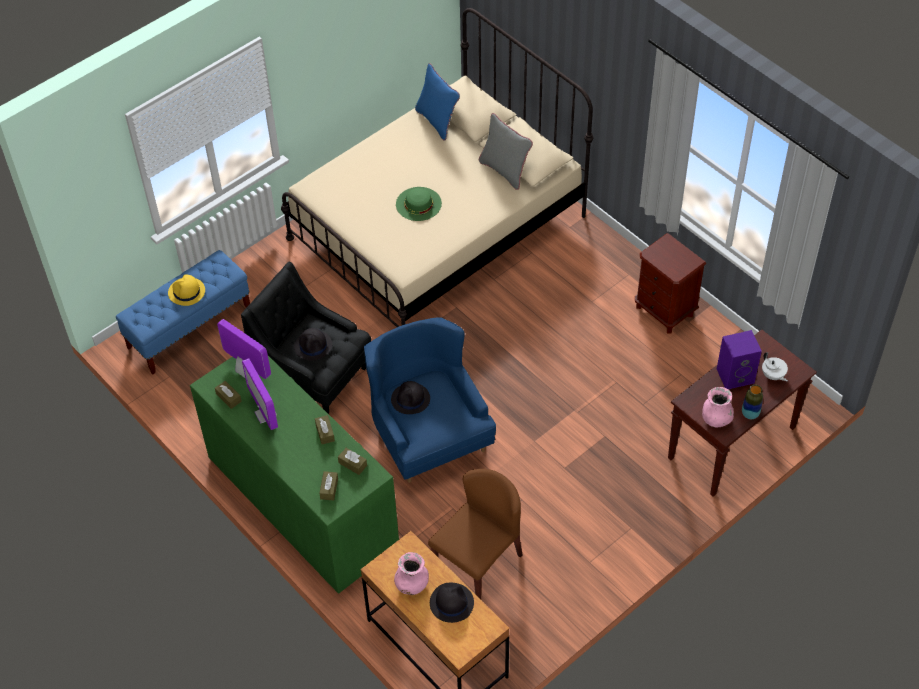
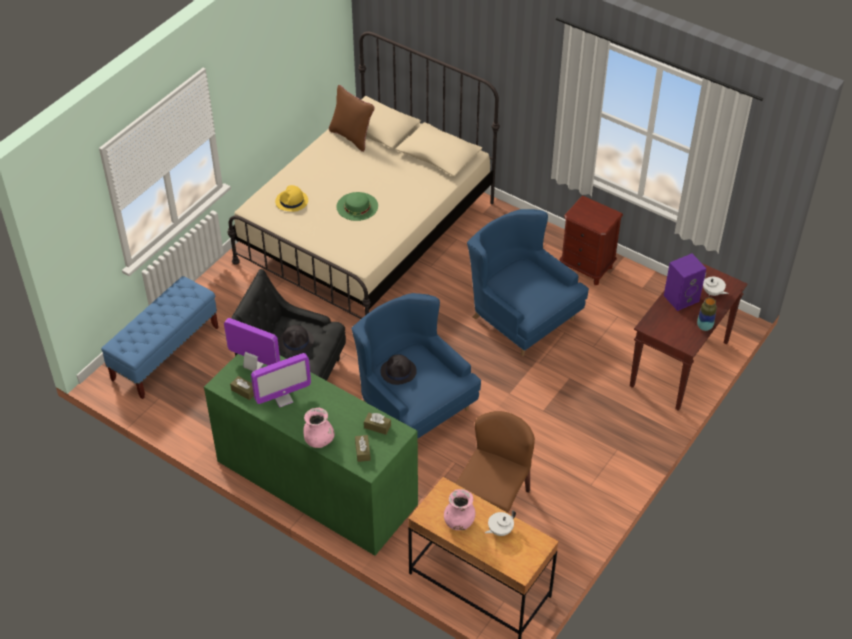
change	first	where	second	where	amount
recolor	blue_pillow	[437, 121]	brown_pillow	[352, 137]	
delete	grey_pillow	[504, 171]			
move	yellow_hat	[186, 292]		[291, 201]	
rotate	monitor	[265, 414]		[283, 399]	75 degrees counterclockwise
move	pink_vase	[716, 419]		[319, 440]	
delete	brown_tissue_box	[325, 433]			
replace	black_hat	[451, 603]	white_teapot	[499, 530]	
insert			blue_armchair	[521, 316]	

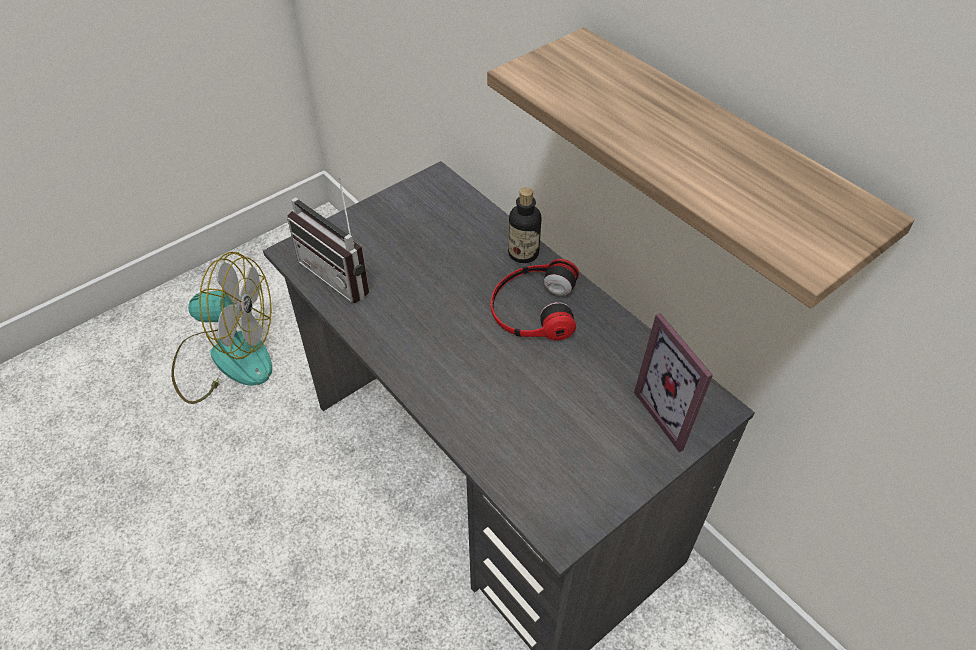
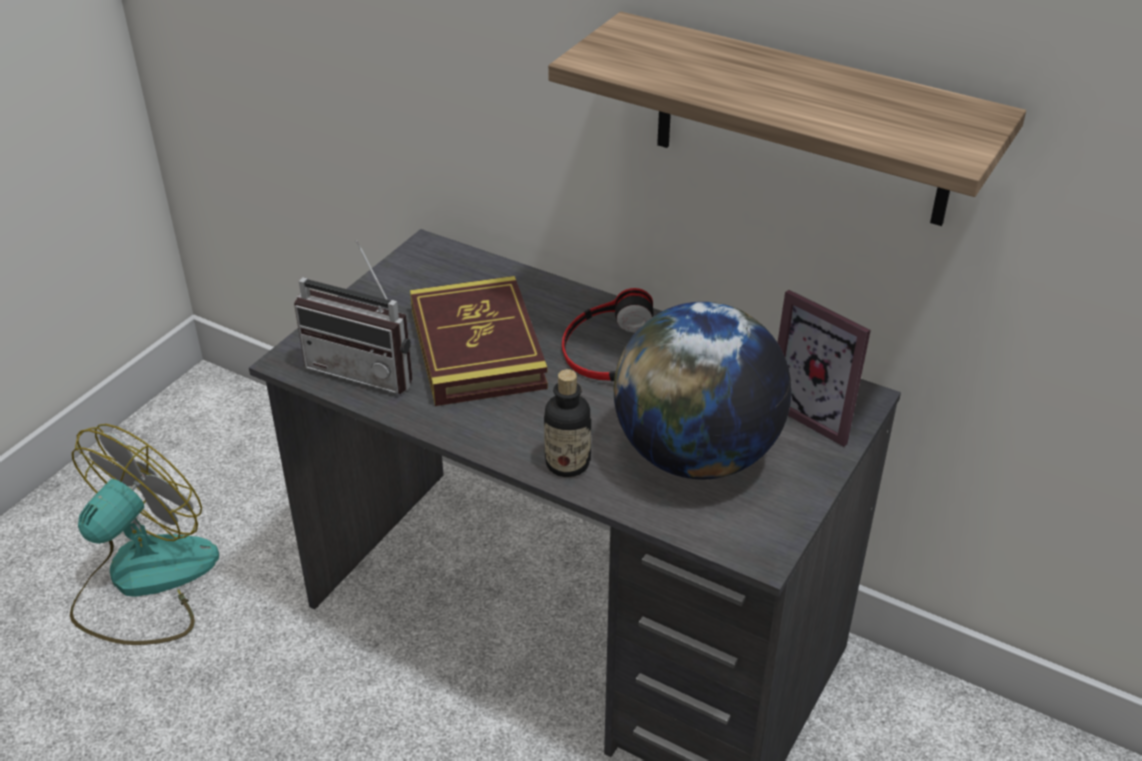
change	first	where	second	where	amount
move	bottle	[523, 253]		[567, 464]	
rotate	fan	[226, 357]		[144, 582]	45 degrees counterclockwise
insert			book	[477, 348]	
insert			globe	[696, 456]	

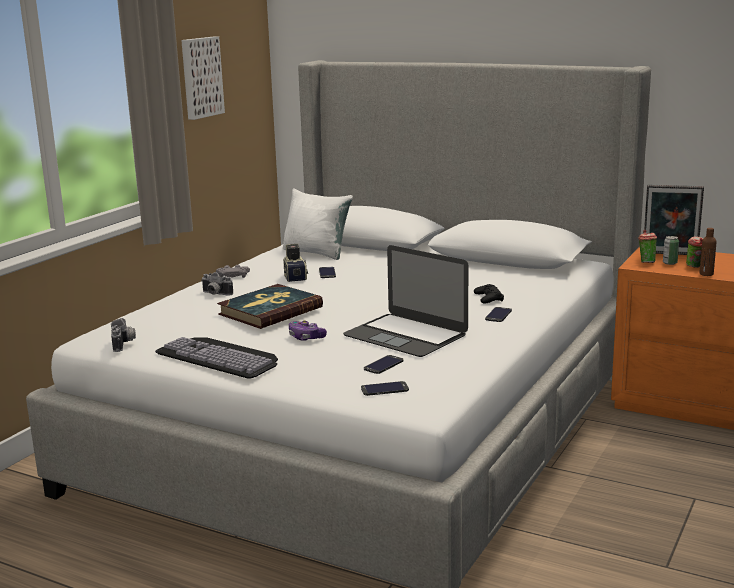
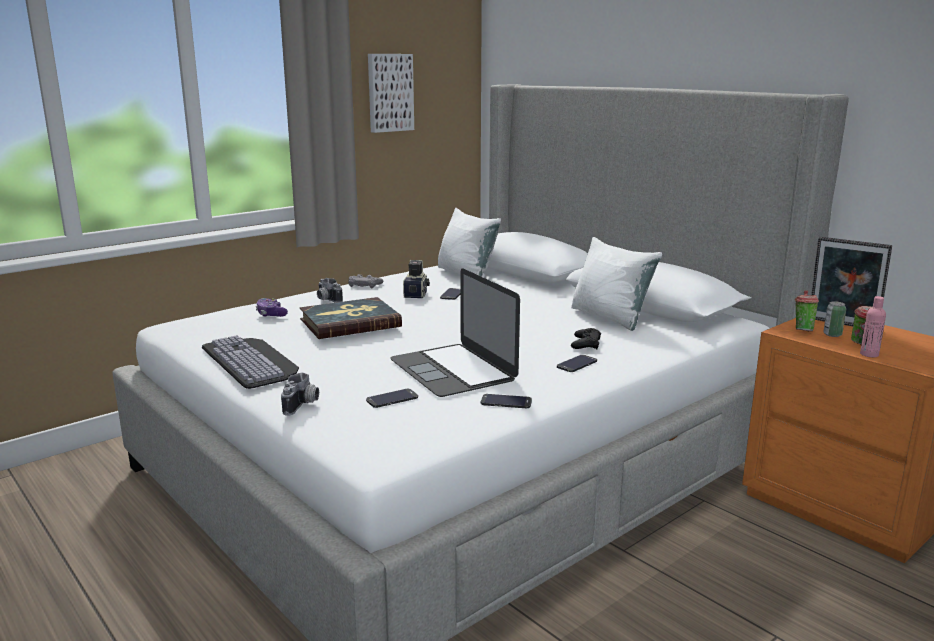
change	first	where	second	where	amount
recolor	brown_bottle	[706, 274]	pink_bottle	[869, 354]	
move	photo_camera	[124, 344]		[303, 405]	
move	game_controller	[306, 337]		[271, 314]	
move	phone	[384, 389]		[506, 402]	
insert			white_pillow	[610, 317]	

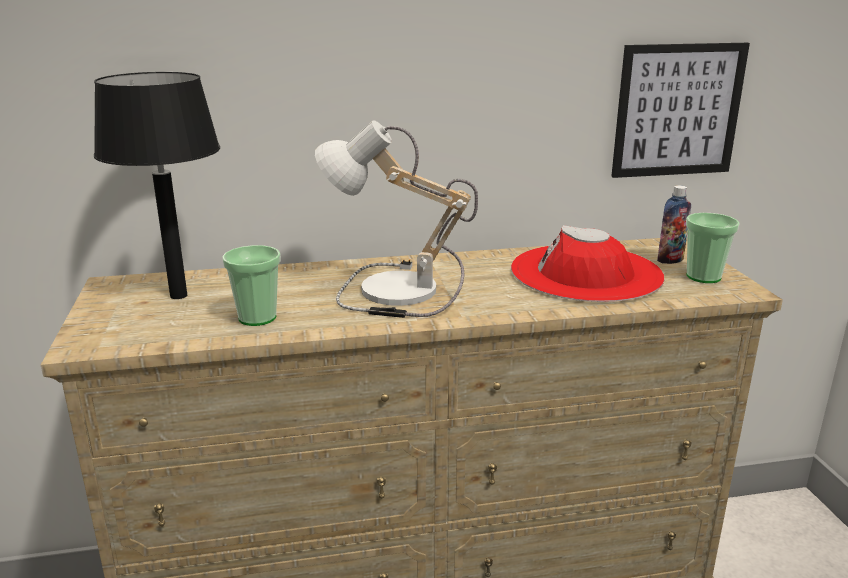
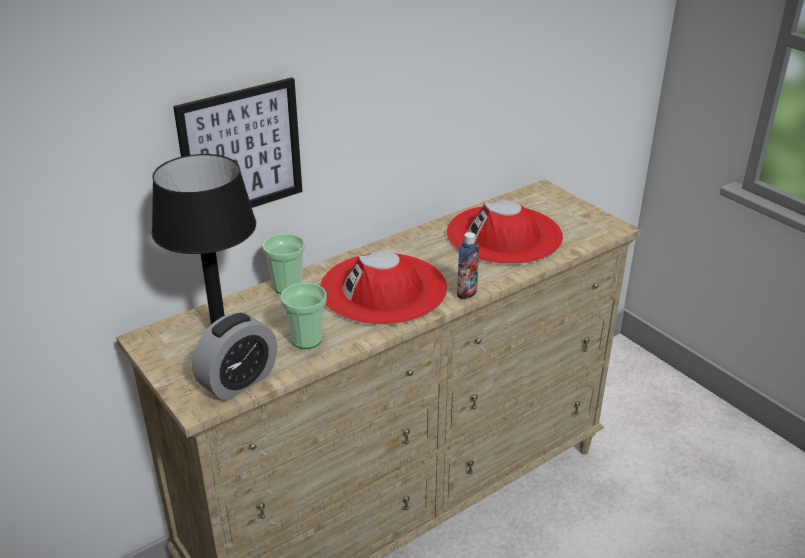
change	first	where	second	where	amount
move	picture	[677, 110]		[241, 151]	
replace	table_lamp	[391, 292]	red_hat	[383, 289]	
move	bottle	[670, 260]		[467, 293]	
move	cup	[703, 277]		[287, 287]	
insert			alarm_clock	[238, 381]	

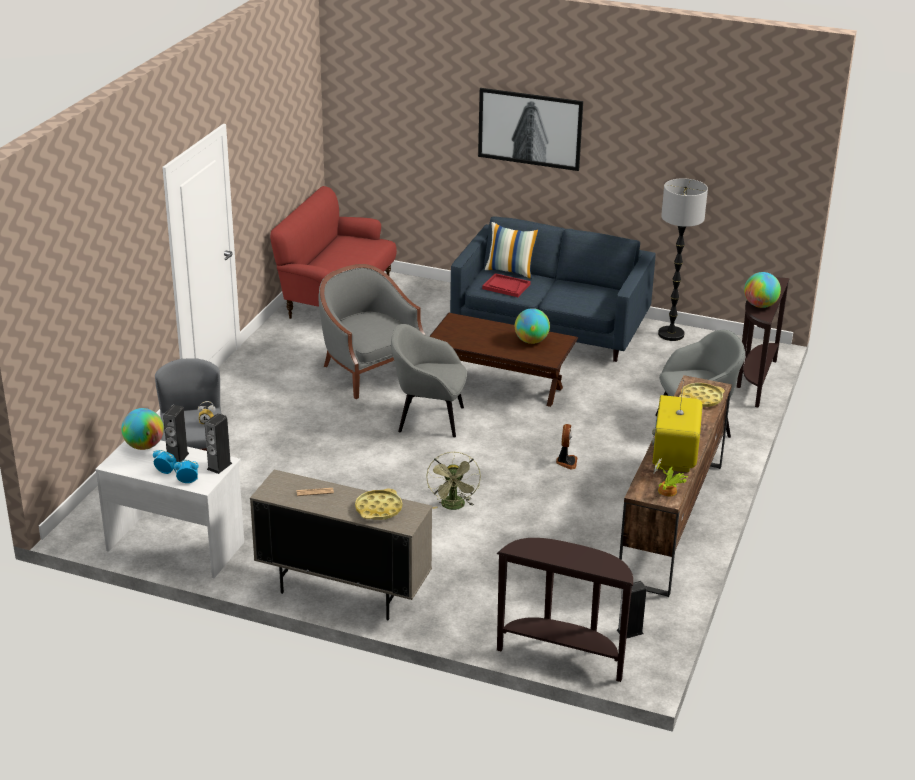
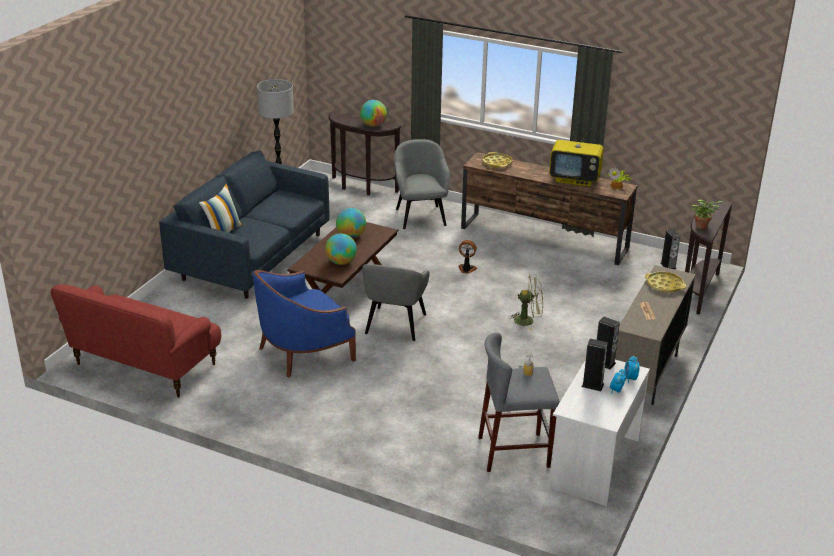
change	first	where	second	where	amount
delete	picture	[530, 128]			
recolor	grey_armchair	[369, 370]	blue_armchair	[303, 351]	
delete	red_tray	[506, 287]			
move	globe	[144, 446]		[341, 262]	
insert			potted_plant	[702, 226]	

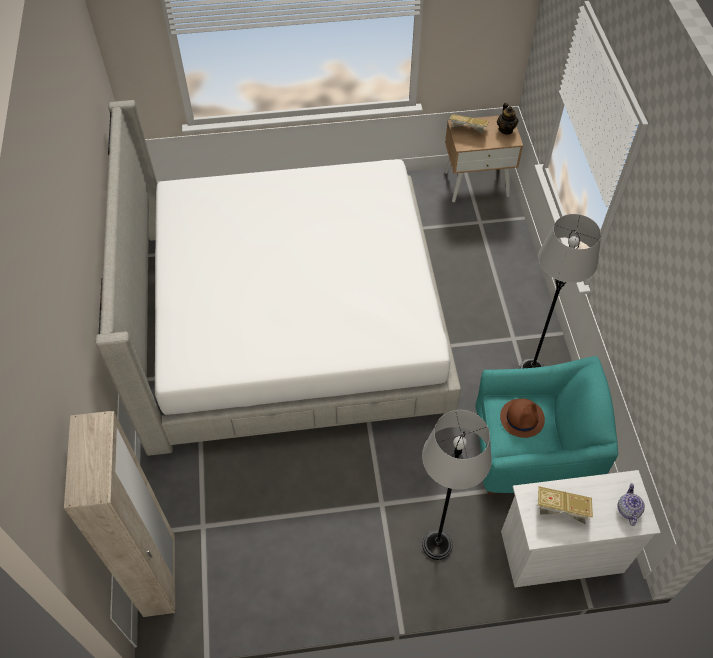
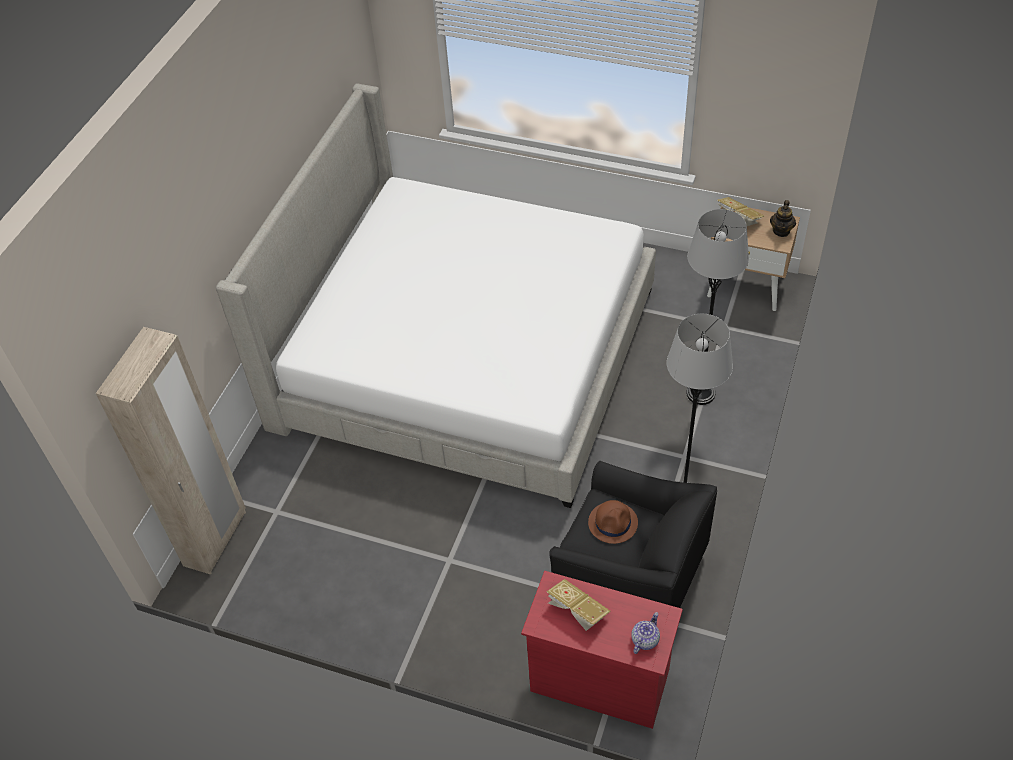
change	first	where	second	where	amount
recolor	turquoise_armchair	[531, 453]	black_armchair	[630, 575]	
move	grey_floor_lamp	[437, 545]		[700, 393]	
recolor	white_dresser	[560, 551]	red_dresser	[599, 679]	

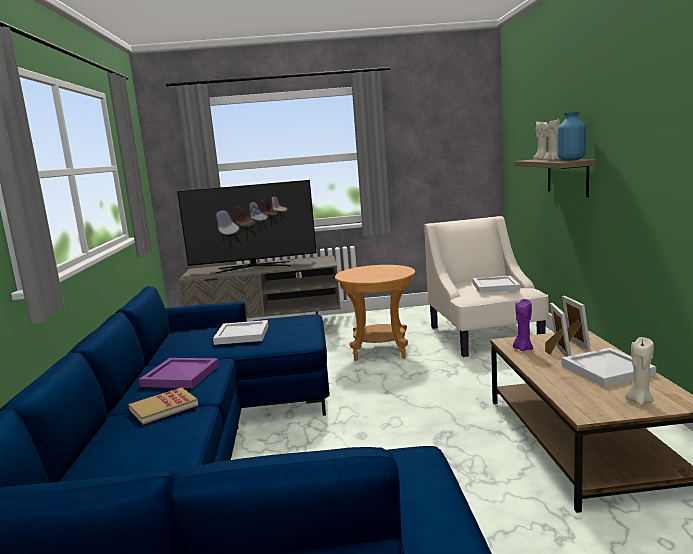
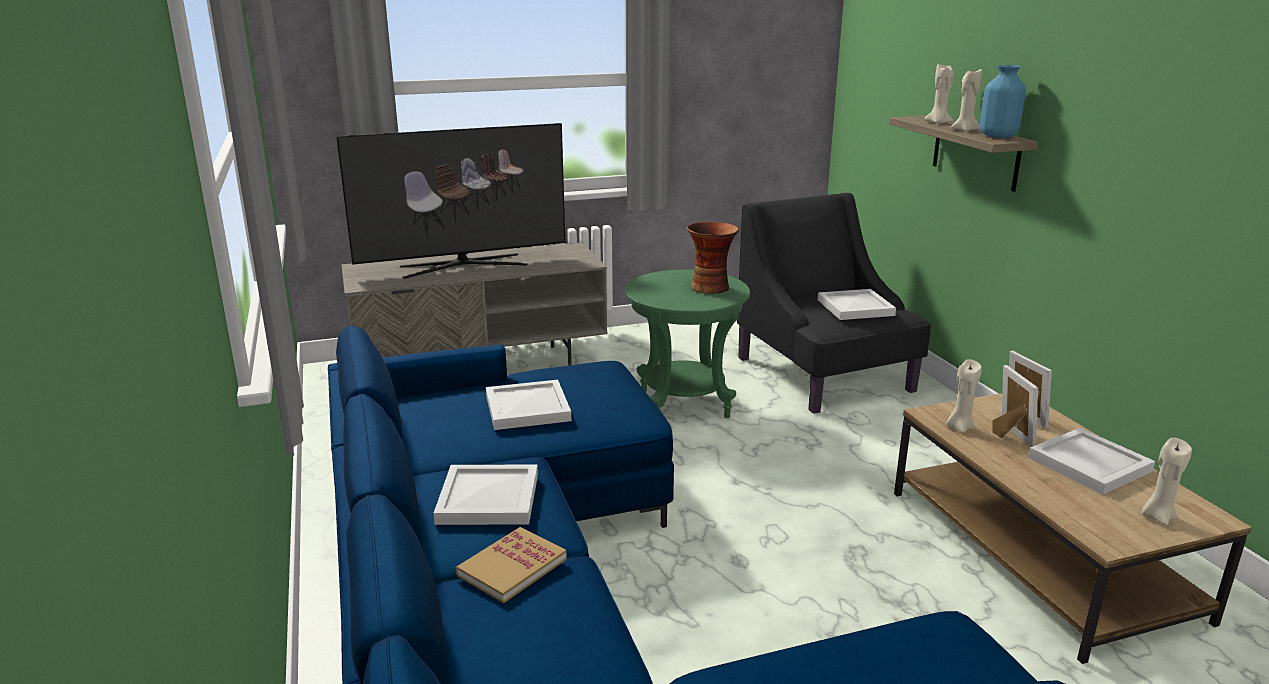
change	first	where	second	where	amount
recolor	beige_armchair	[484, 336]	black_armchair	[824, 374]	
recolor	brown_side_table	[380, 350]	green_side_table	[684, 403]	
recolor	purple_candle	[523, 348]	beige_candle	[959, 427]	
recolor	purple_tray	[179, 376]	white_tray	[486, 499]	
insert			vase	[710, 287]	

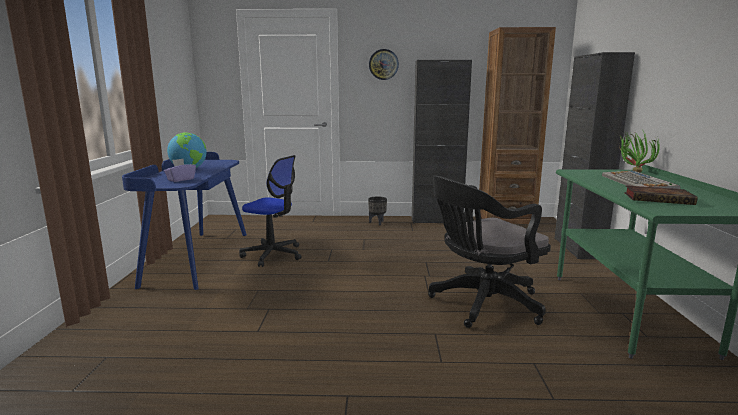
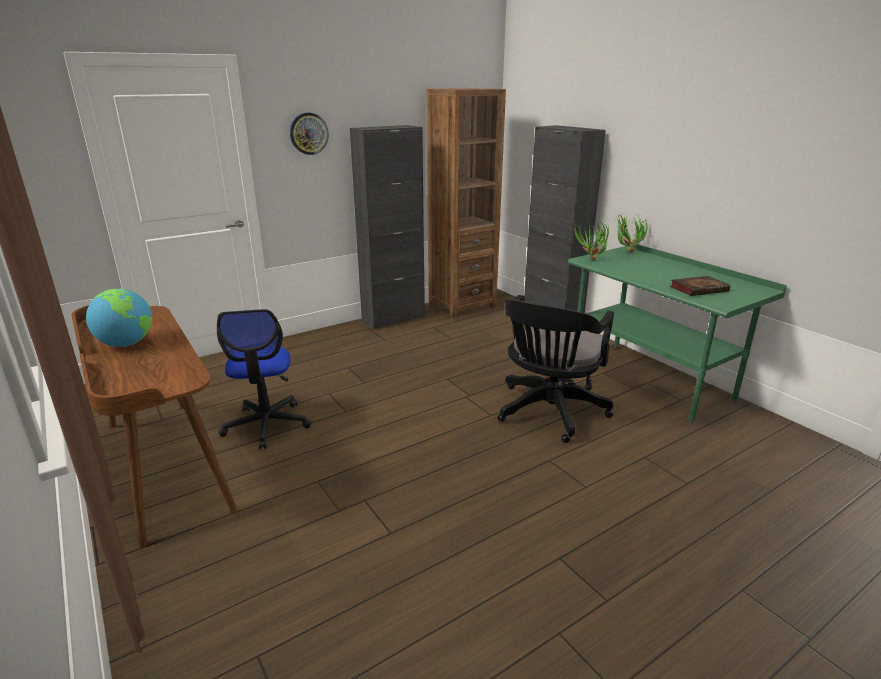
change	first	where	second	where	amount
recolor	blue_desk	[197, 257]	brown_desk	[164, 465]	
rotate	office_chair	[273, 255]		[267, 425]	90 degrees clockwise
delete	purple_tissue_box	[181, 179]			
delete	keyboard	[638, 183]			
delete	black_planter	[377, 223]			
insert			potted_plant	[590, 261]	

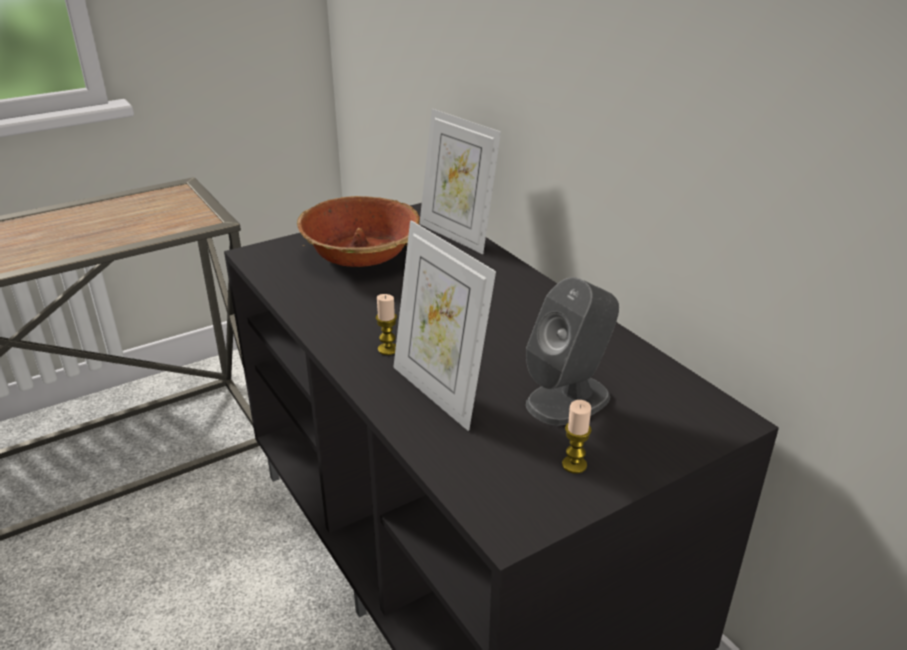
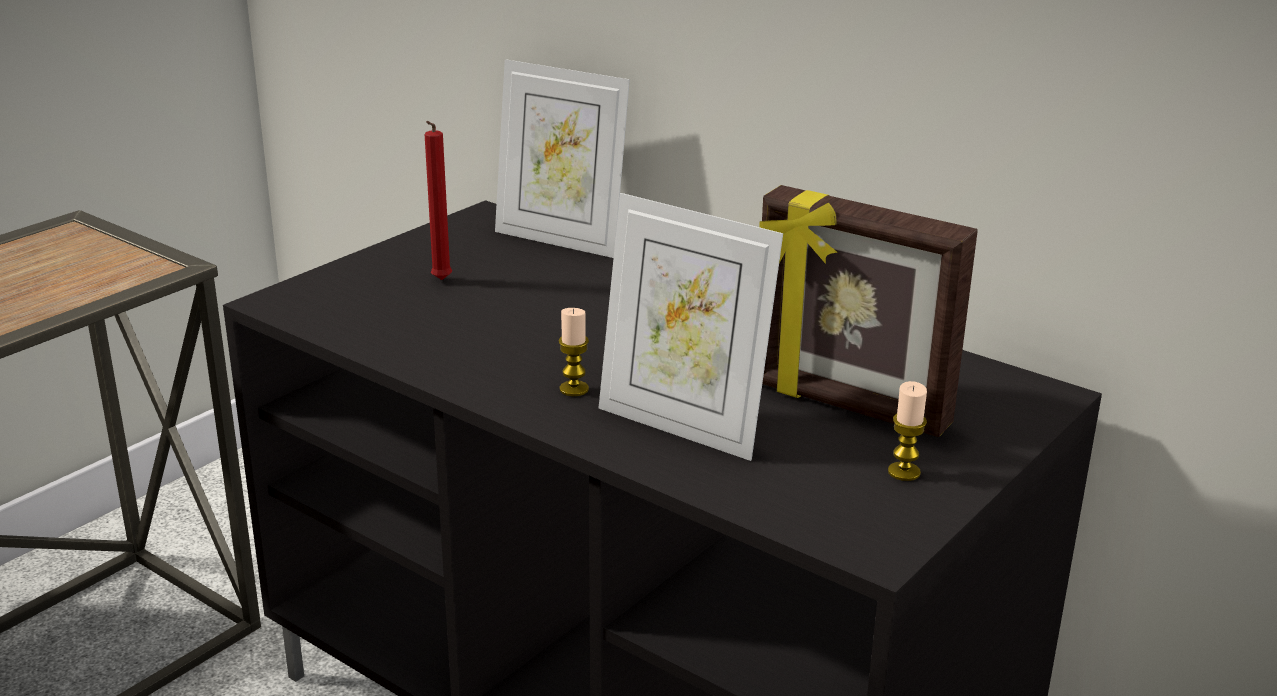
change	first	where	second	where	amount
replace	bowl	[360, 254]	red_candle	[440, 281]	
replace	grey_speaker	[569, 399]	picture_frame	[848, 406]	

